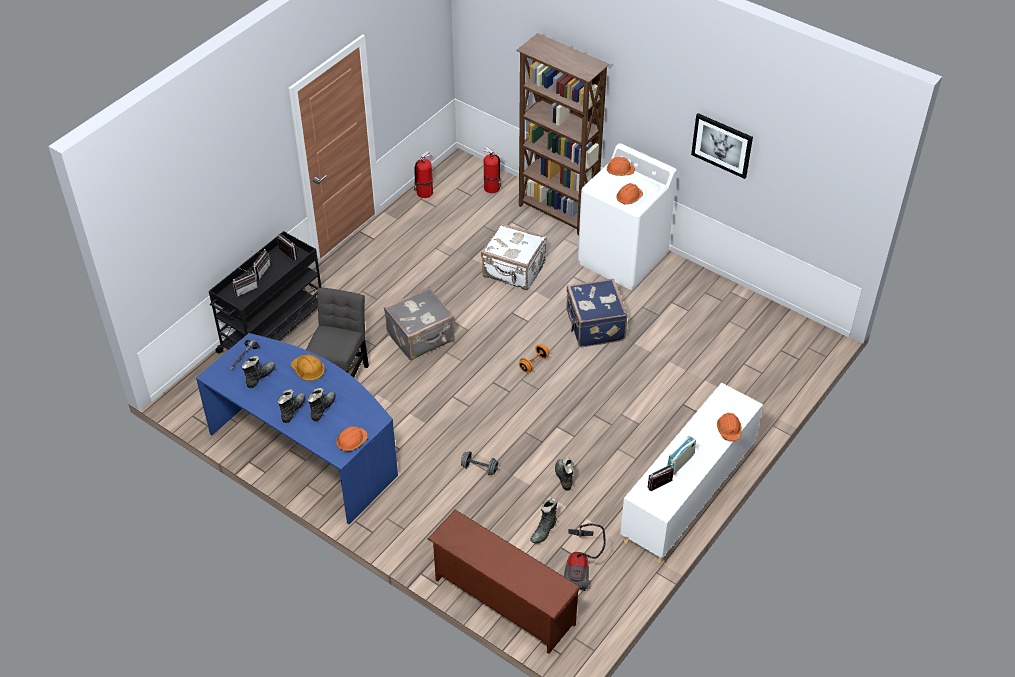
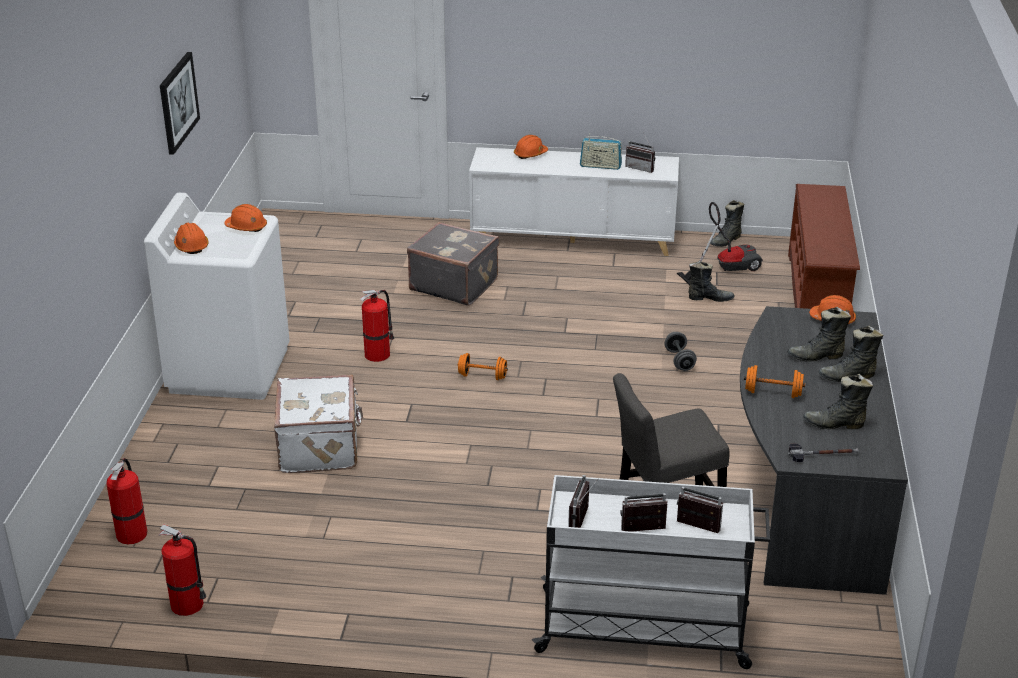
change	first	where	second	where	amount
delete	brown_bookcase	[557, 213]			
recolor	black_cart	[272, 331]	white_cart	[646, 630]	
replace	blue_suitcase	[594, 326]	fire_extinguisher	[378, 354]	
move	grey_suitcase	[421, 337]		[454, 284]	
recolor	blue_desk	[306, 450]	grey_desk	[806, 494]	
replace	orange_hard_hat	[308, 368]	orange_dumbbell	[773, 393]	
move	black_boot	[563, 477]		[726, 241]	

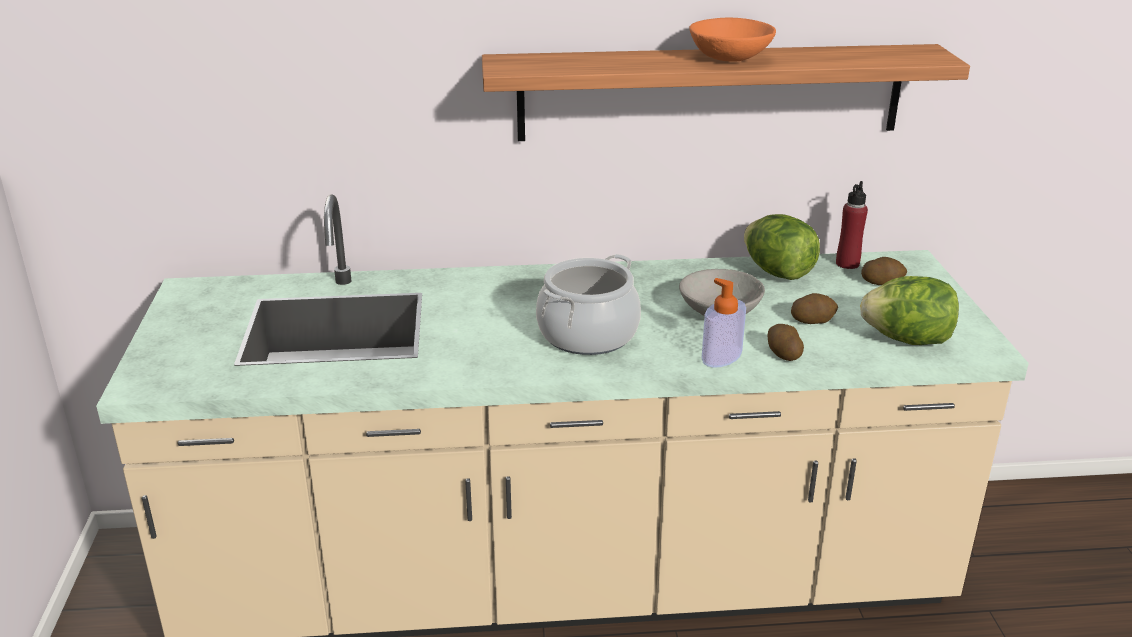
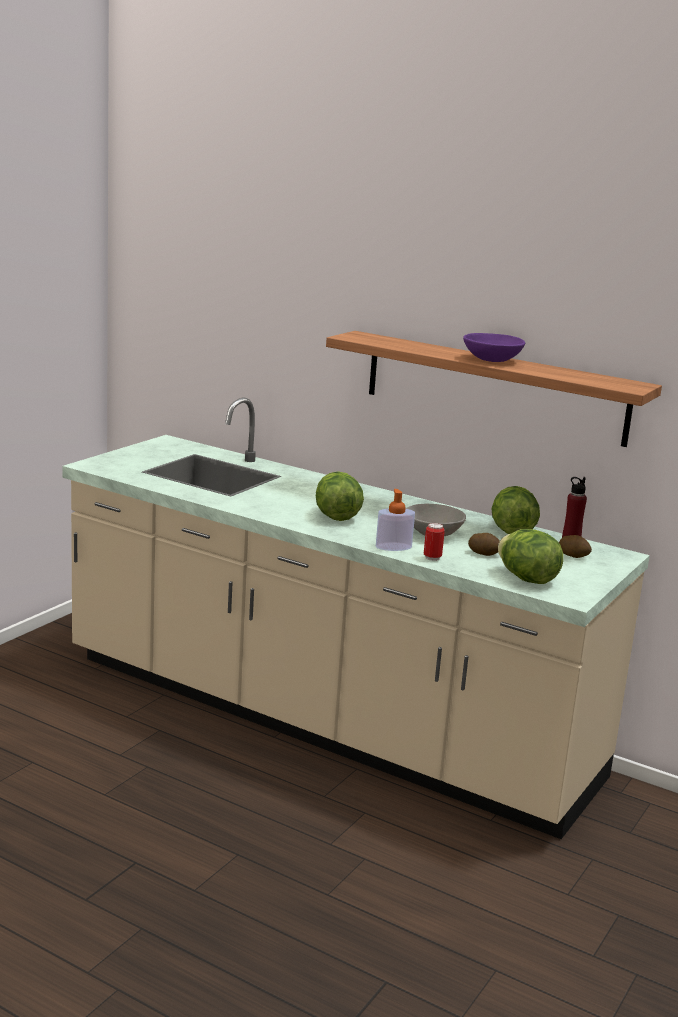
change	first	where	second	where	amount
recolor	orange_bowl	[729, 58]	purple_bowl	[491, 360]	
replace	cooking_pot	[588, 334]	lettuce	[336, 516]	
replace	potato	[783, 354]	can	[432, 558]	

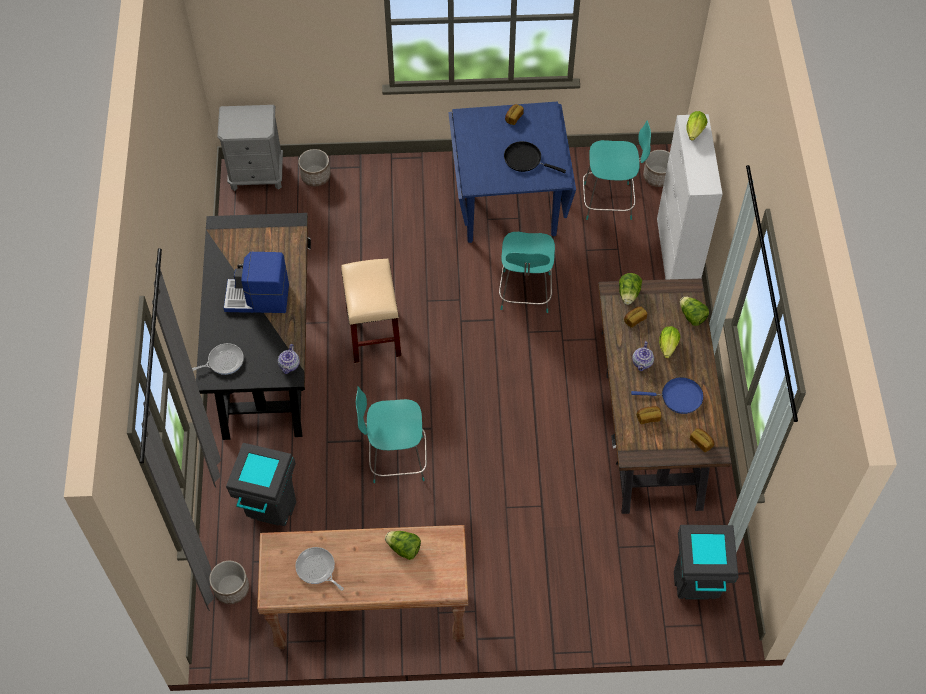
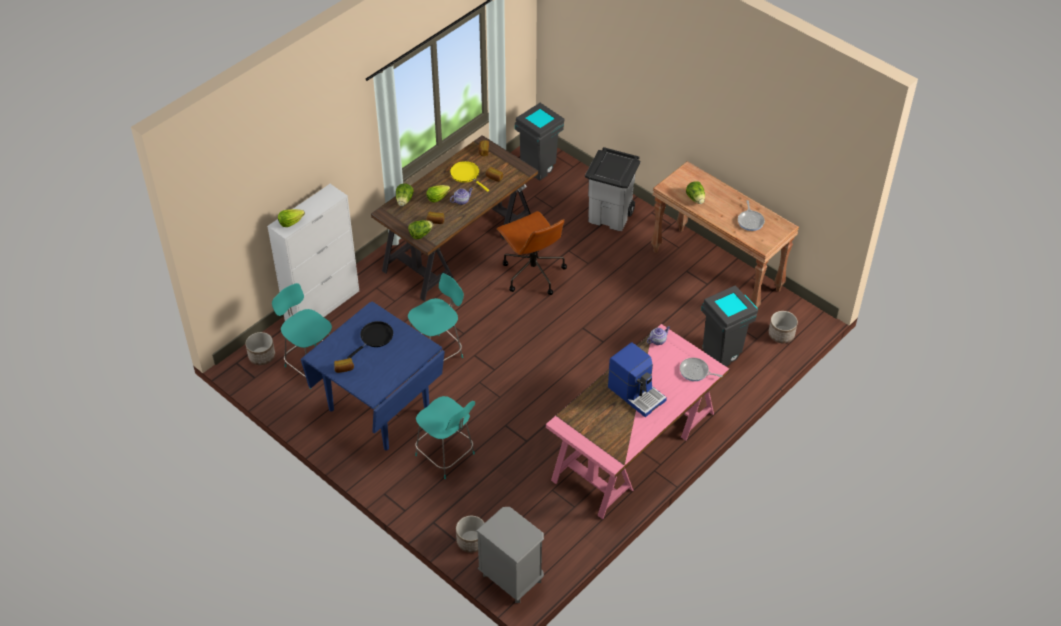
change	first	where	second	where	amount
rotate	black_frying_pan	[525, 159]		[375, 338]	120 degrees counterclockwise
recolor	black_desk	[264, 350]	pink_desk	[634, 447]	
delete	beige_stool	[374, 334]			
recolor	blue_frying_pan	[678, 397]	yellow_frying_pan	[466, 175]	
move	turquoise_chair	[395, 459]		[446, 456]	
insert			grey_trash_can	[611, 216]	
insert			brown_office_chair	[532, 273]	

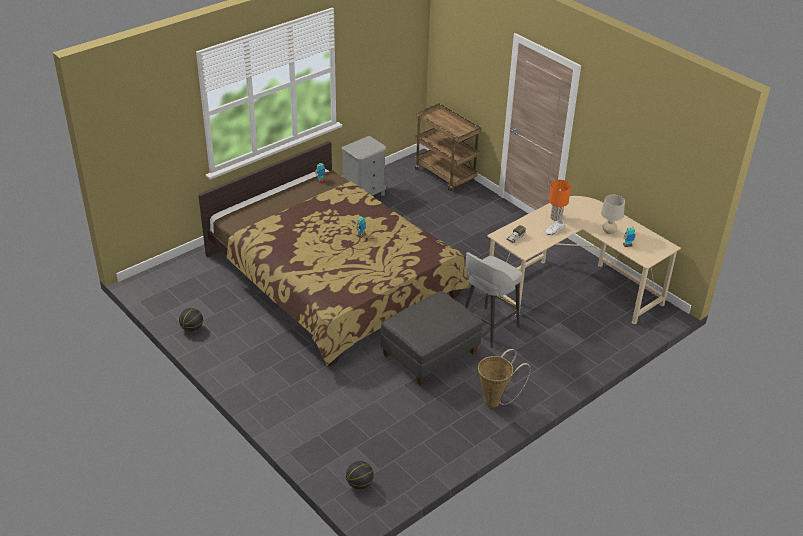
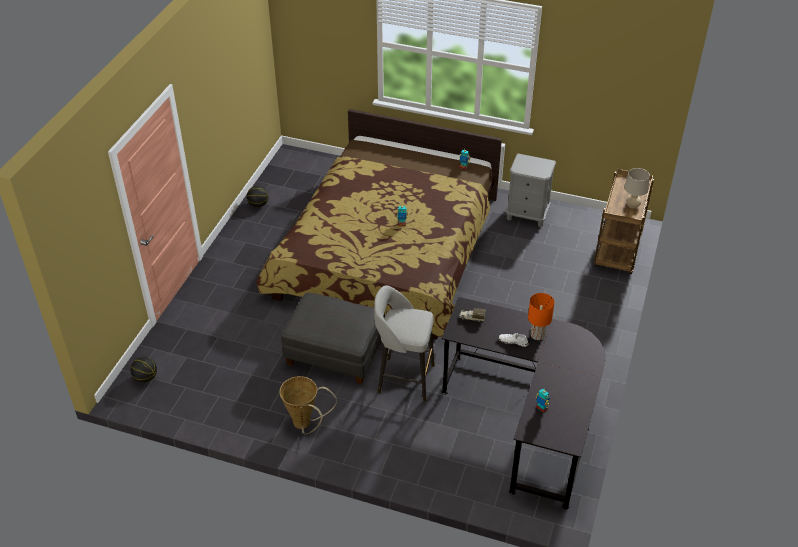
change	first	where	second	where	amount
move	beige_table_lamp	[609, 232]		[632, 206]	
recolor	beige_desk	[573, 286]	black_desk	[528, 418]	

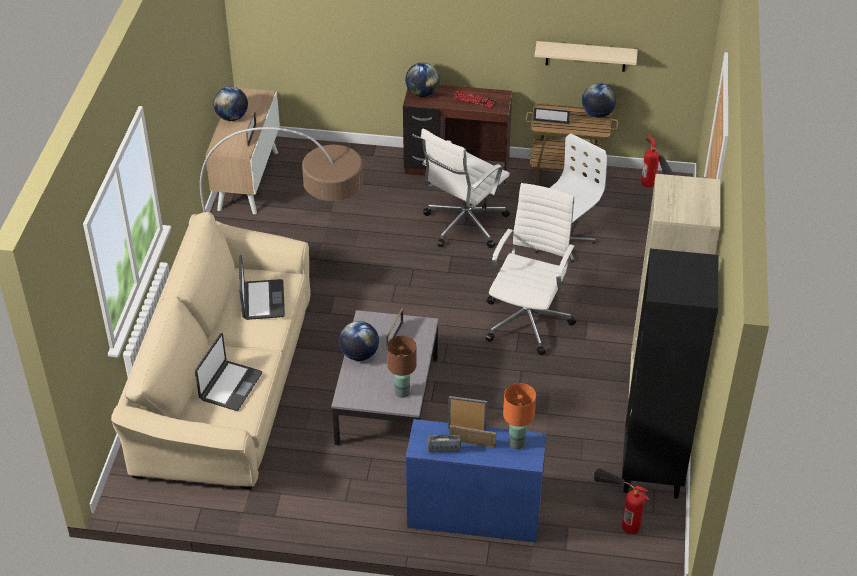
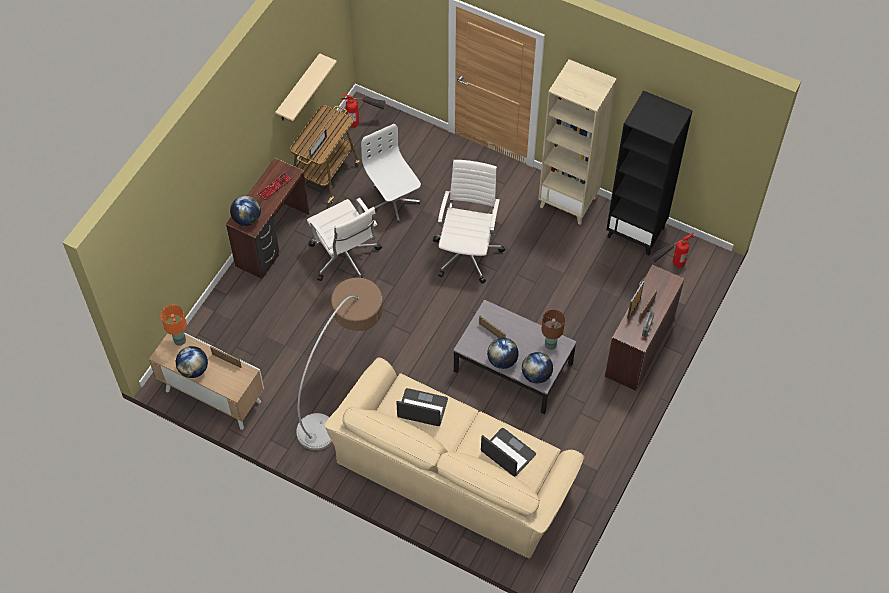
change	first	where	second	where	amount
move	globe	[597, 114]		[536, 375]	
rotate	white_office_chair	[528, 319]		[467, 252]	60 degrees clockwise
move	orange_table_lamp	[517, 442]		[179, 340]	
recolor	blue_desk	[473, 515]	brown_desk	[638, 347]	

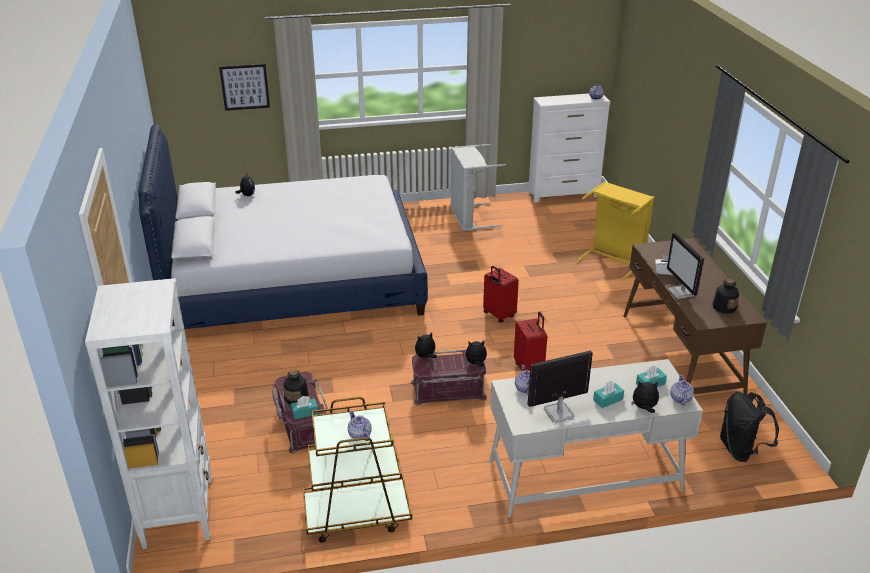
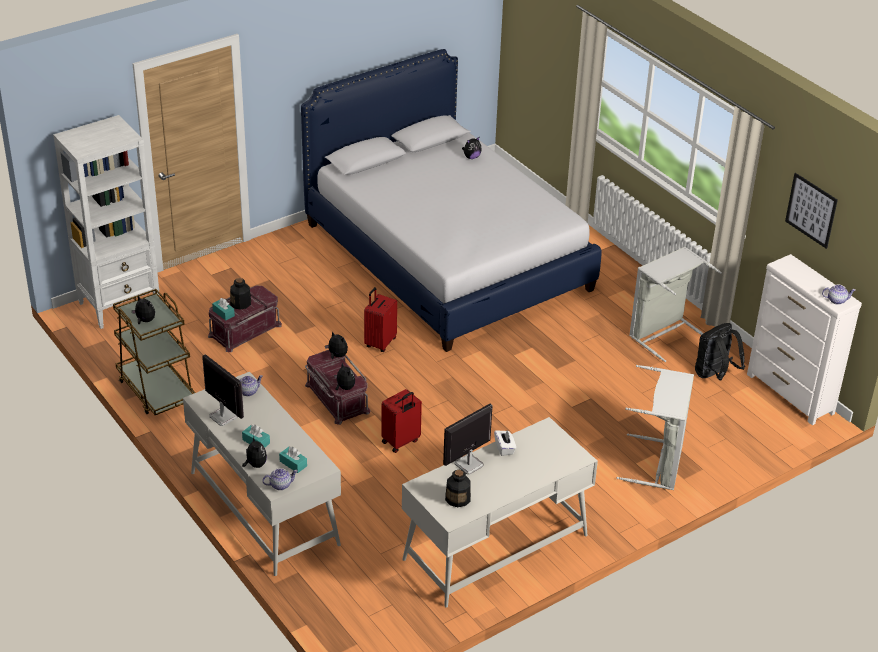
change	first	where	second	where	amount
move	picture	[245, 87]		[811, 210]	
recolor	yellow_laundry_basket	[613, 259]	grey_laundry_basket	[659, 464]	
recolor	brown_desk	[680, 354]	white_desk	[495, 547]	
move	red_suitcase	[498, 315]		[380, 343]	
move	black_backpack	[741, 450]		[714, 375]	
replace	teapot	[359, 435]	plush_toy	[144, 321]	

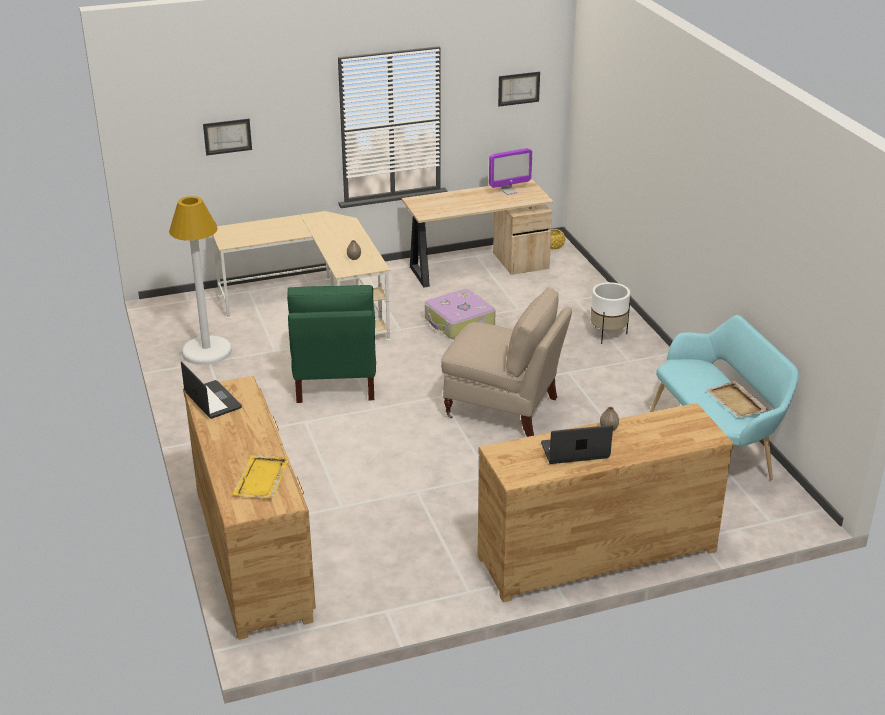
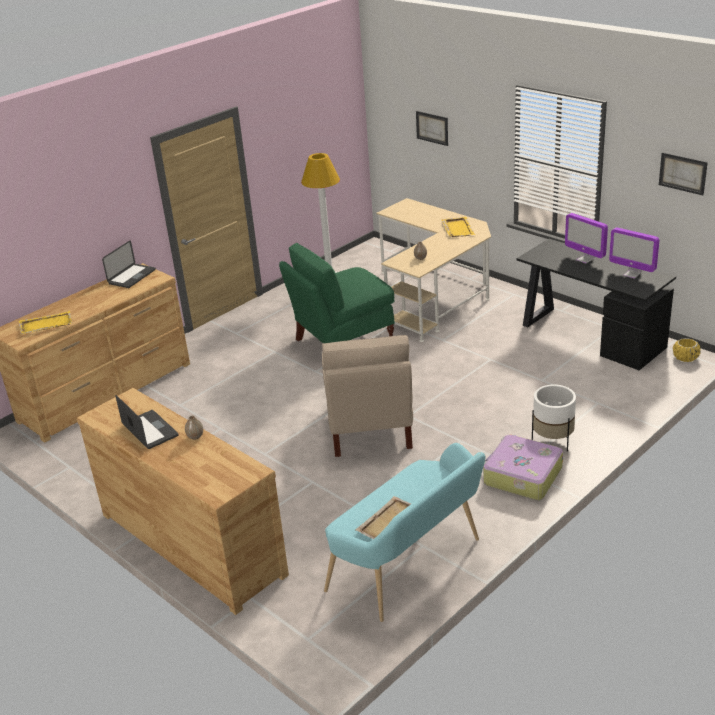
change	first	where	second	where	amount
recolor	beige_desk	[476, 267]	black_desk	[590, 335]	
move	suitcase	[459, 323]		[521, 476]	
insert			monitor	[585, 259]	
insert			yellow_tray	[457, 228]	

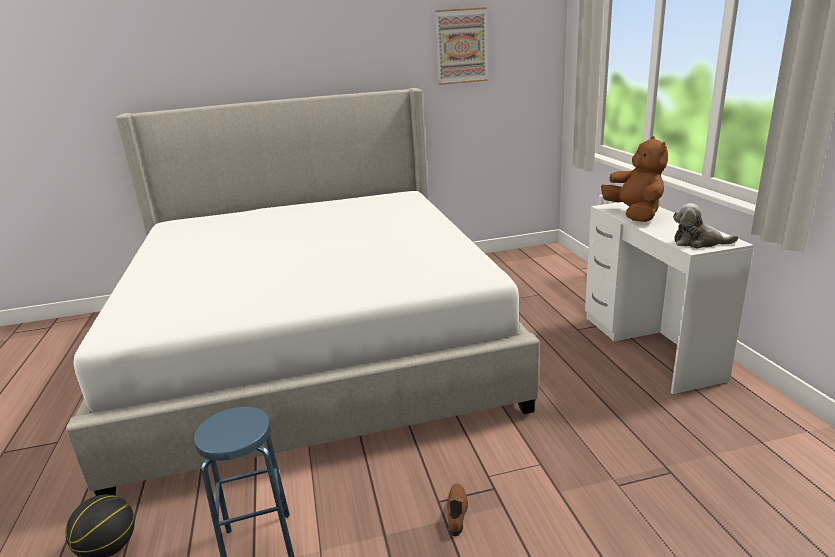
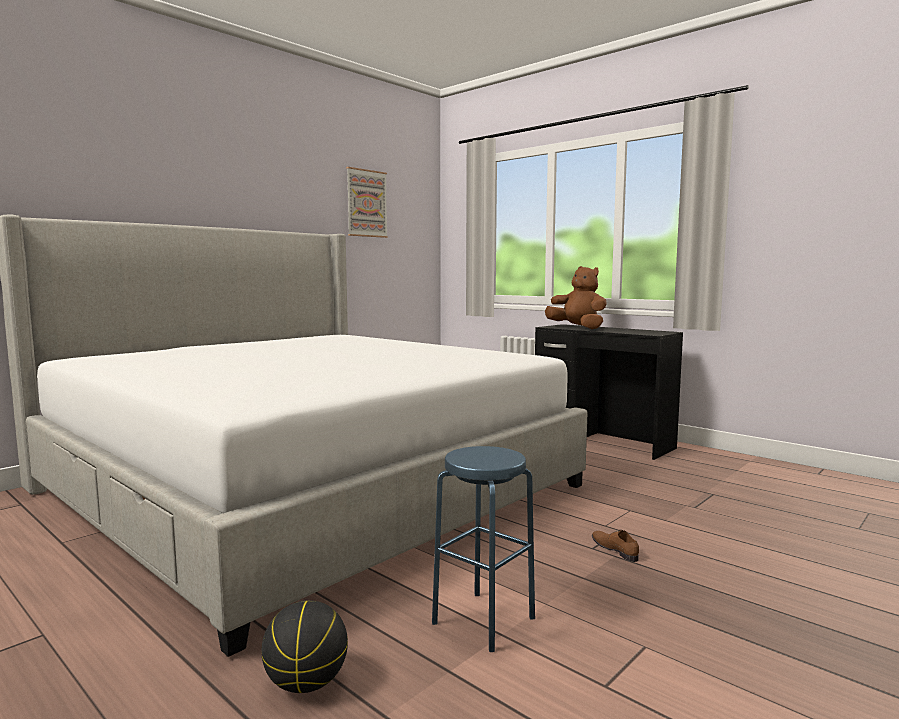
change	first	where	second	where	amount
recolor	white_desk	[650, 346]	black_desk	[602, 440]	
delete	plush_toy	[698, 242]			

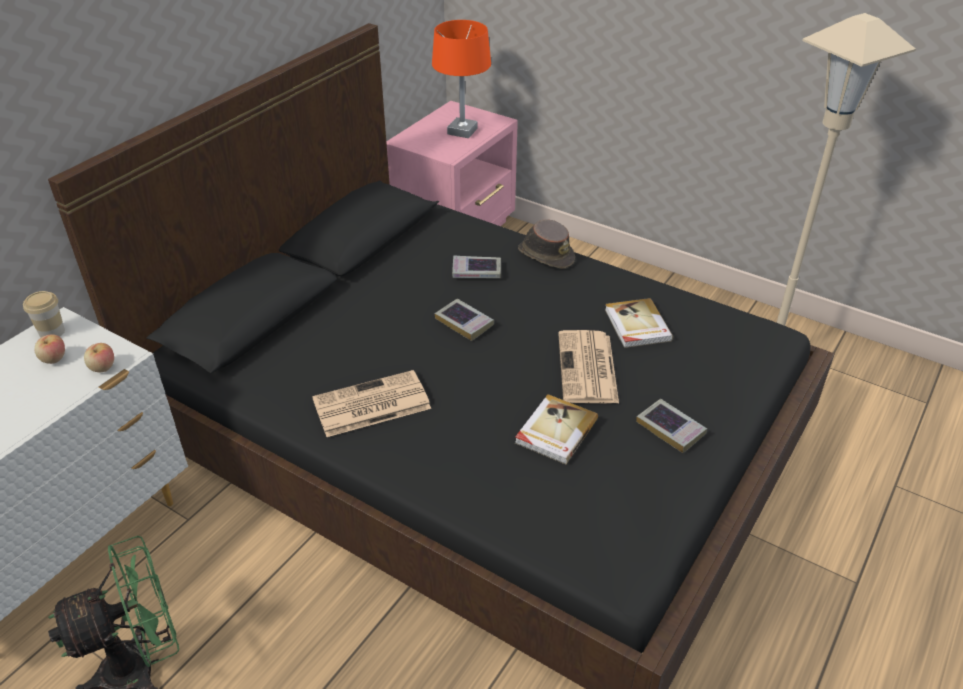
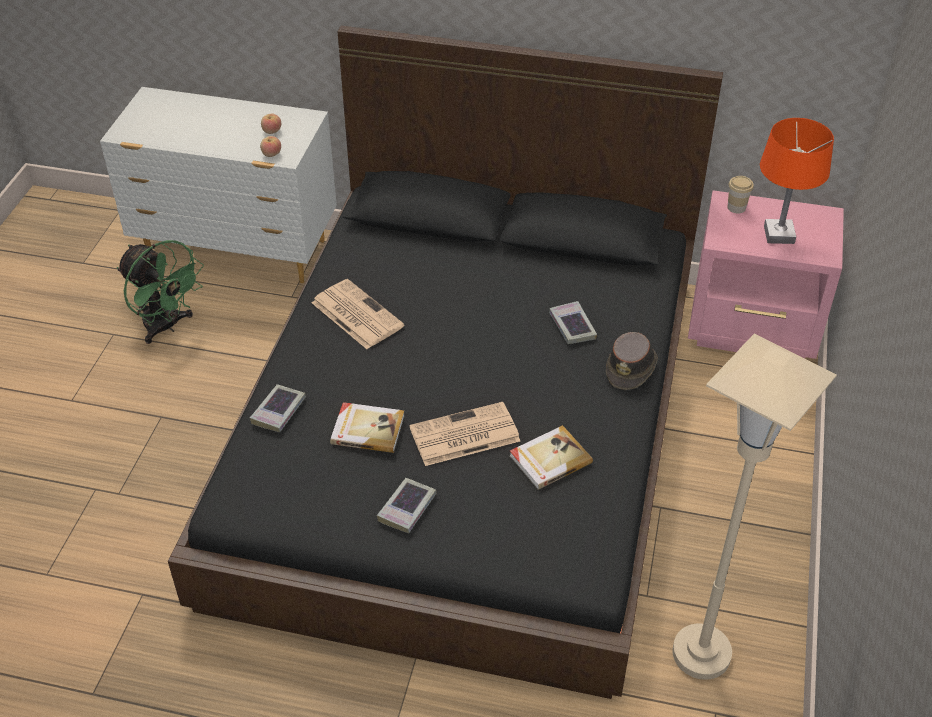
change	first	where	second	where	amount
move	cup	[52, 332]		[736, 207]	
move	book	[464, 323]		[278, 411]	

